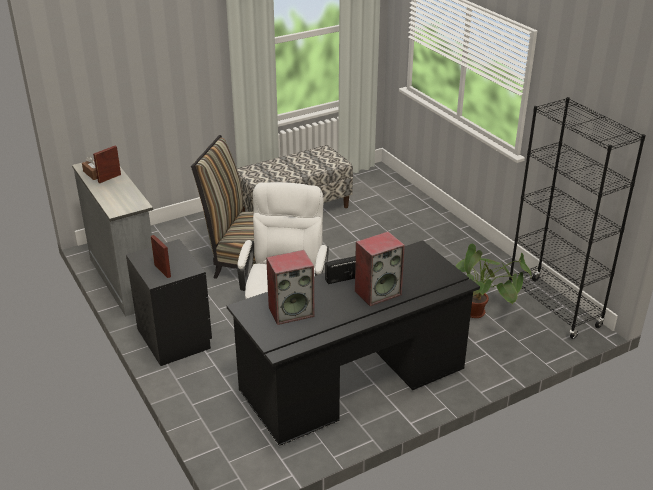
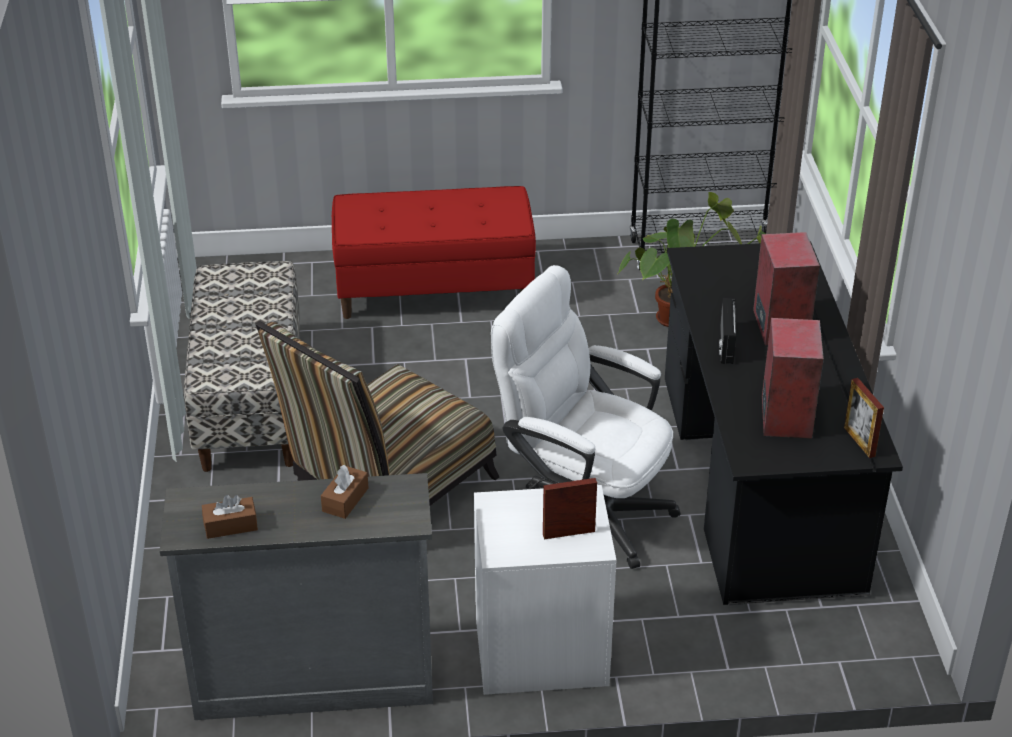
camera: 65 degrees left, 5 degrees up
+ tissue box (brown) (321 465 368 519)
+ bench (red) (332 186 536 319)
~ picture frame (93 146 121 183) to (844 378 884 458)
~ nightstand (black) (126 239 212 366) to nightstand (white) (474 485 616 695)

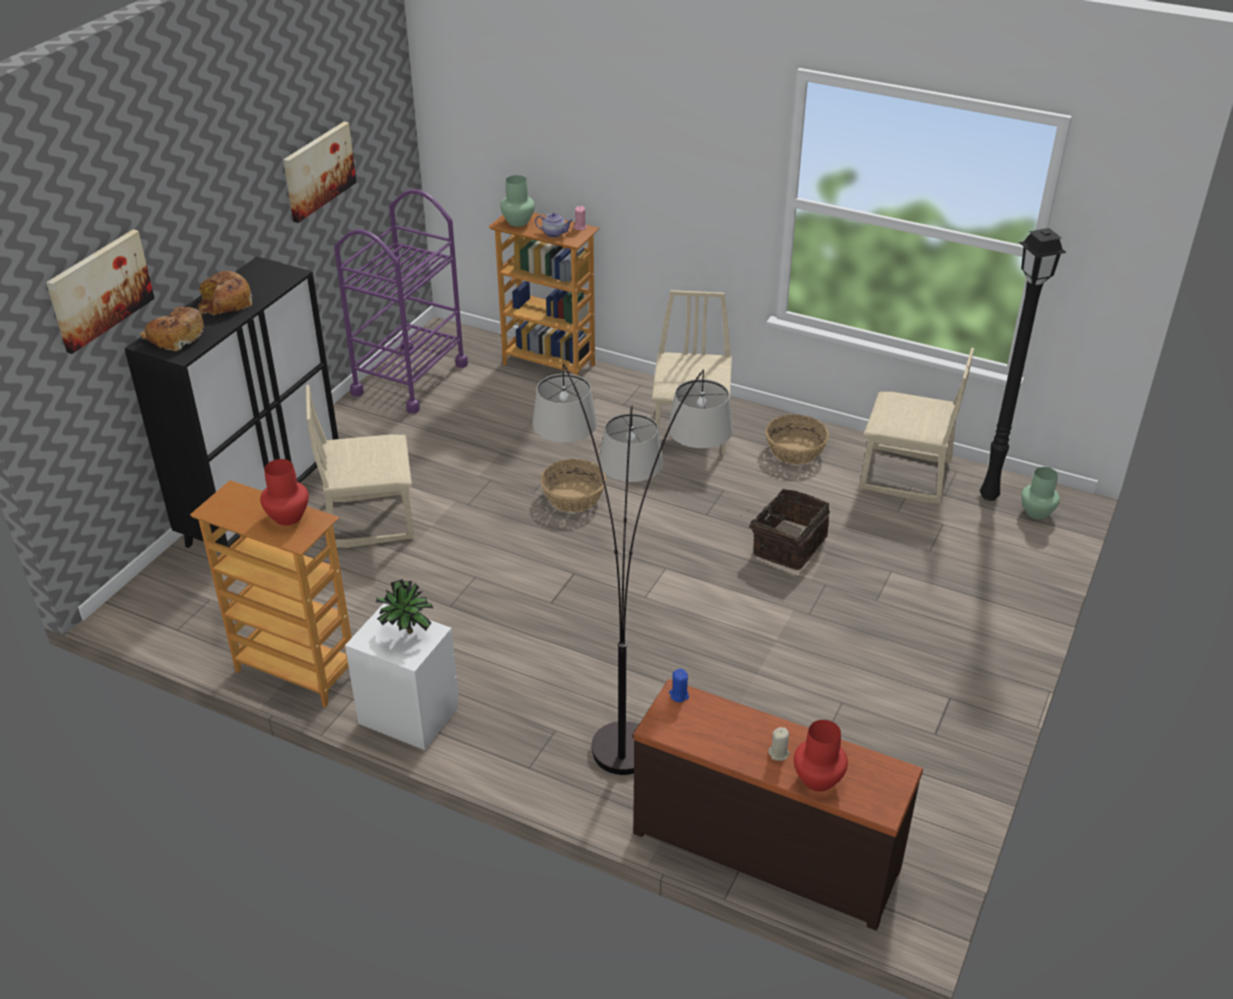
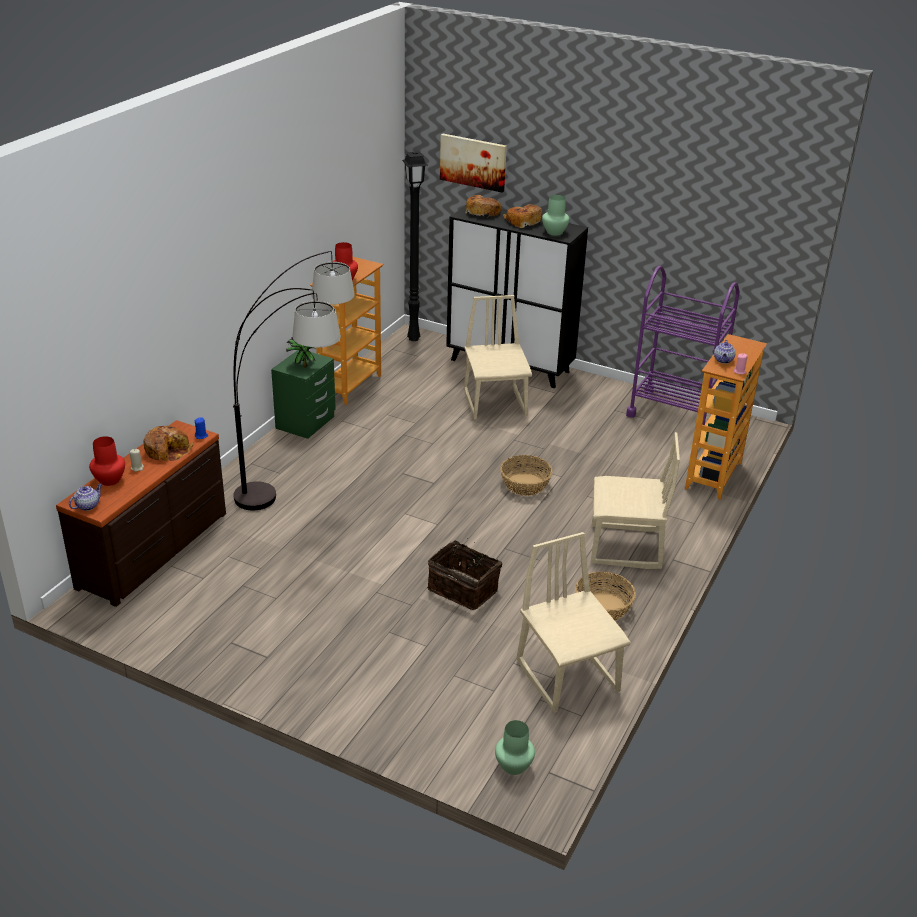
camera: 90 degrees right, 5 degrees down
- picture (283 122 357 223)
+ teapot (69 483 102 511)
+ bread (144 426 193 461)
~ vase (green) (500 175 535 227) to (542 195 570 235)
~ floor lamp (black) (980 228 1067 501) to (402 151 428 341)
~ nightstand (white) (345 603 459 750) to nightstand (green) (271 350 336 439)
~ chair (beige) (860 348 974 504) = (516 532 631 713) 135 degrees clockwise

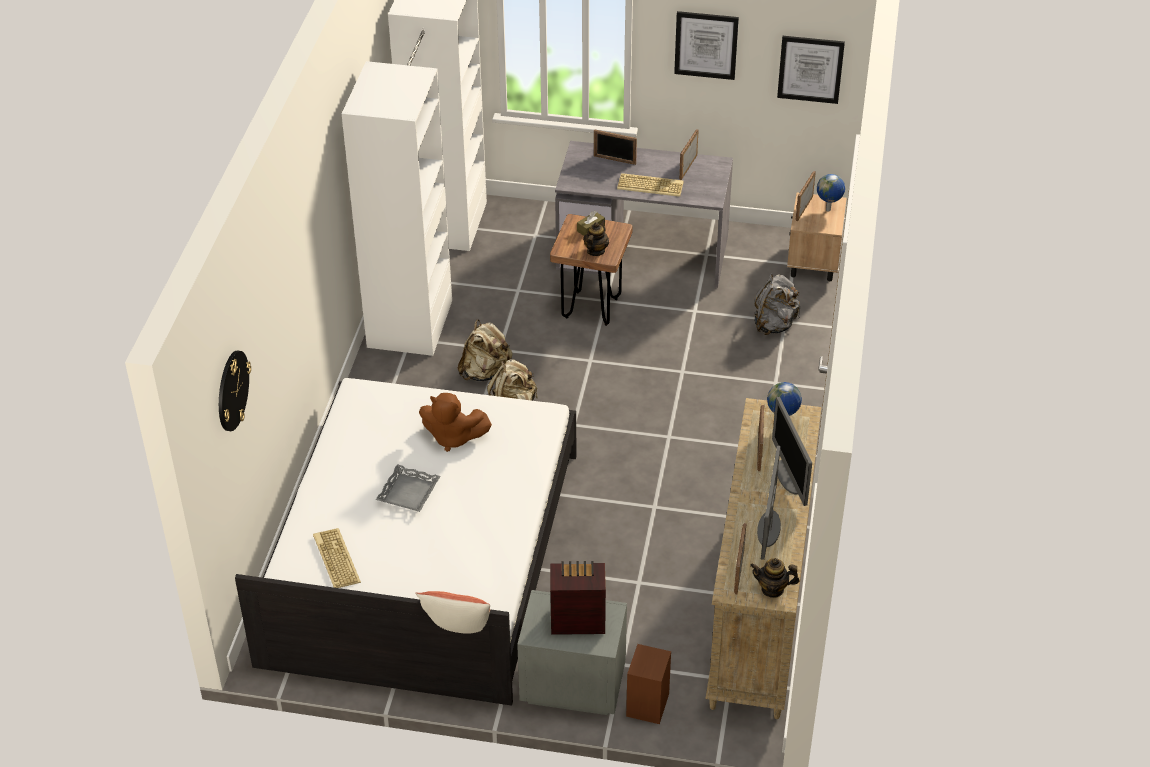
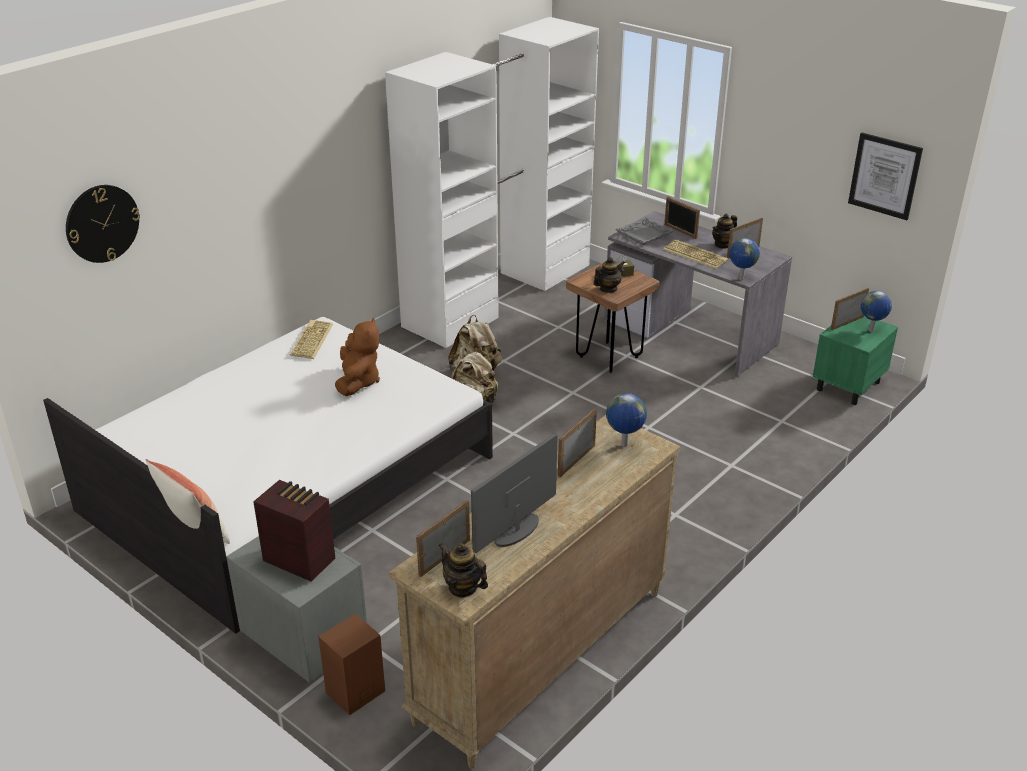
camera: 30 degrees right, 10 degrees down
- picture (674 11 739 80)
- backpack (grey) (754 274 800 335)
- monitor (772 397 812 506)
+ teapot (712 213 737 249)
+ globe (730 238 760 280)
~ keyboard (313 528 361 588) to (290 320 333 359)
~ tray (grey) (376 464 441 512) to (615 218 673 245)
~ nightstand (beige) (787 192 847 281) to nightstand (green) (813 316 898 405)
~ plush toy (brown) (419 393 492 452) = (335 317 380 396) 135 degrees counterclockwise

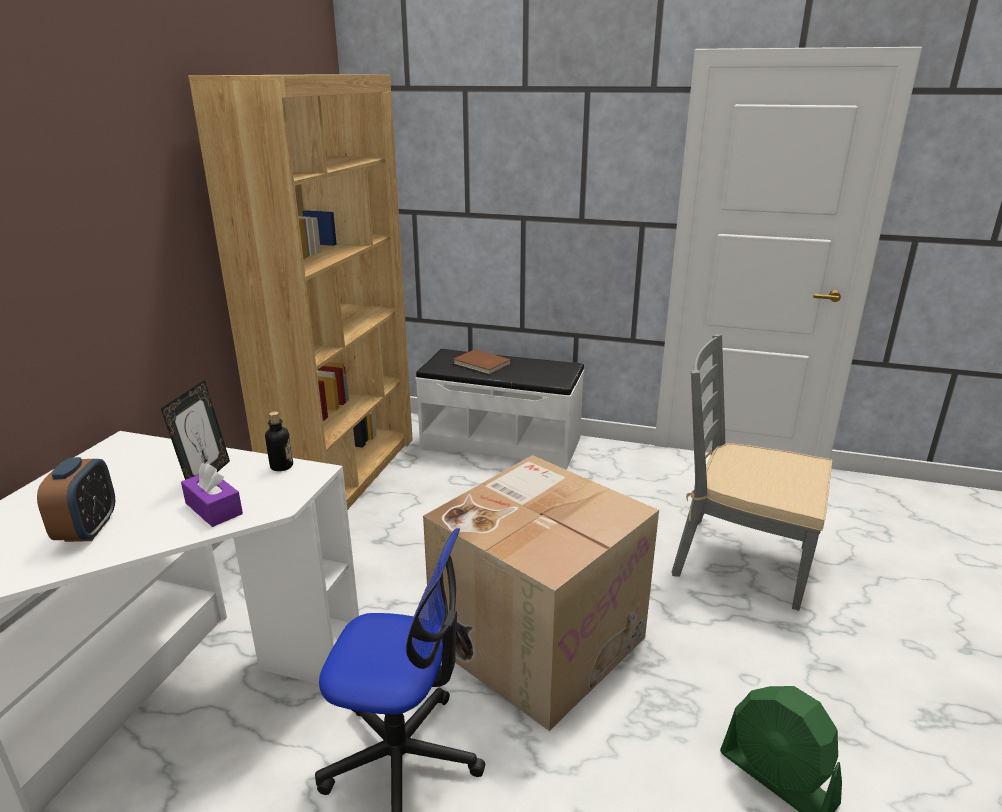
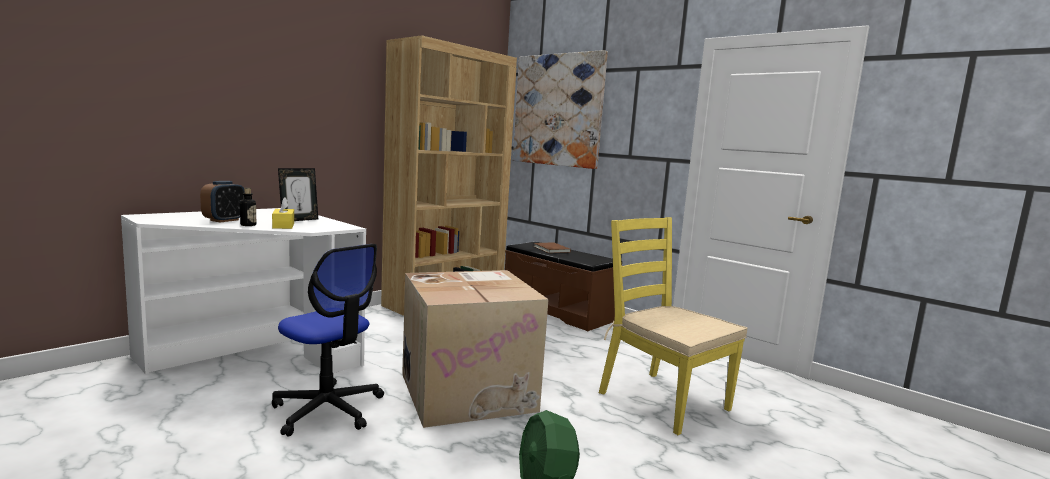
camera: 25 degrees right, 15 degrees down
+ picture (513 50 608 169)
~ bottle (265 411 293 471) to (240 188 256 226)
~ tissue box (purple) (181 463 243 527) to tissue box (yellow) (272 197 294 229)
~ bench (white) (415 349 584 469) to bench (brown) (505 242 622 331)
~ chair (grey) (672 334 832 611) to chair (yellow) (599 217 748 435)

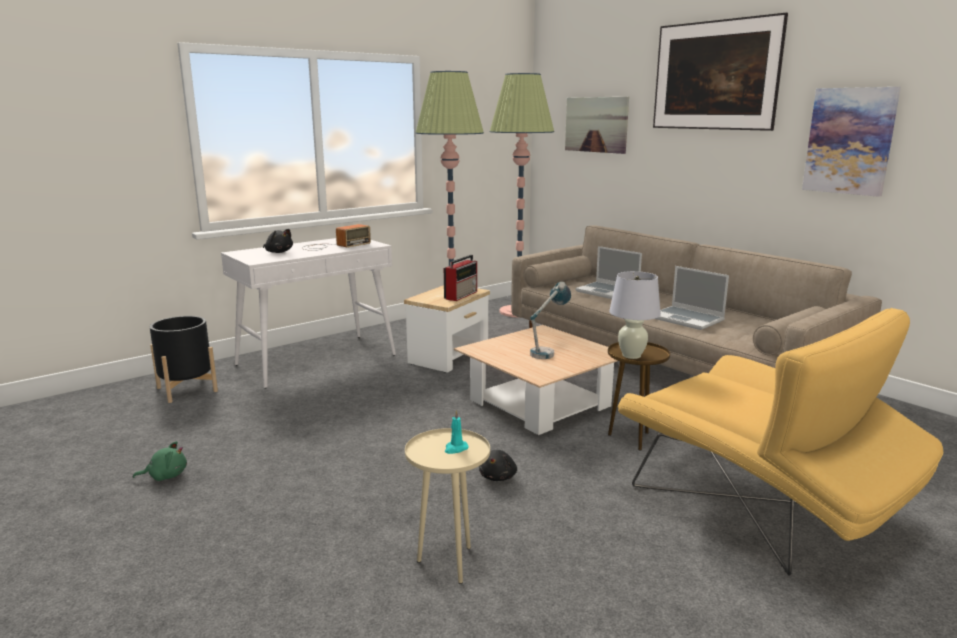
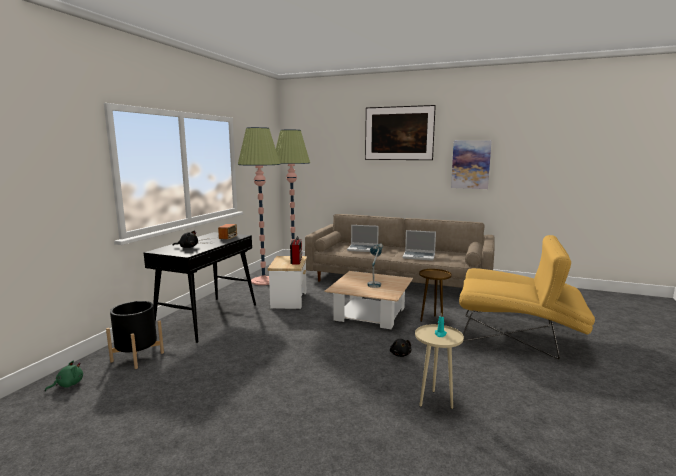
camera: 30 degrees left, 5 degrees down
- picture (565 97 629 154)
- table lamp (white) (609 271 661 359)
~ plush toy (green) (133 441 187 481) to (45 361 83 391)
~ console table (white) (221 238 396 388) to console table (black) (144 232 256 343)

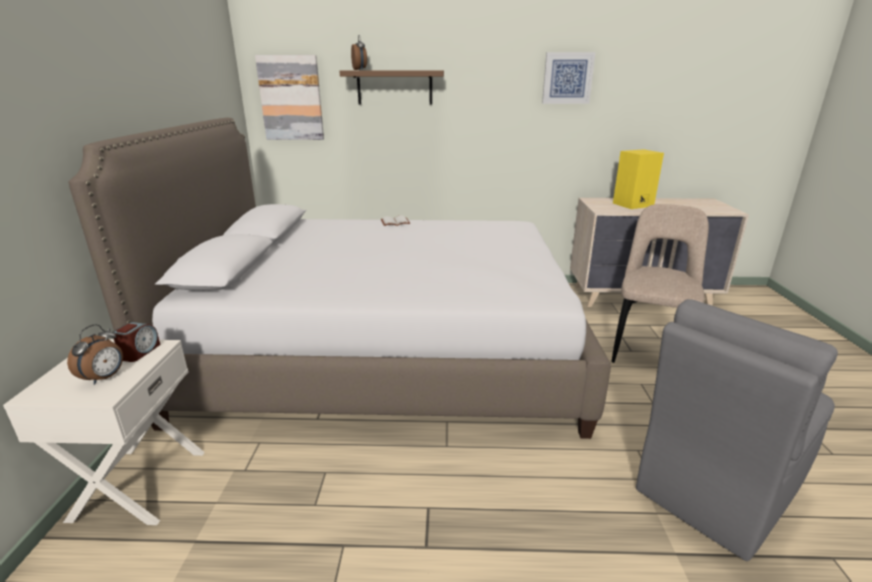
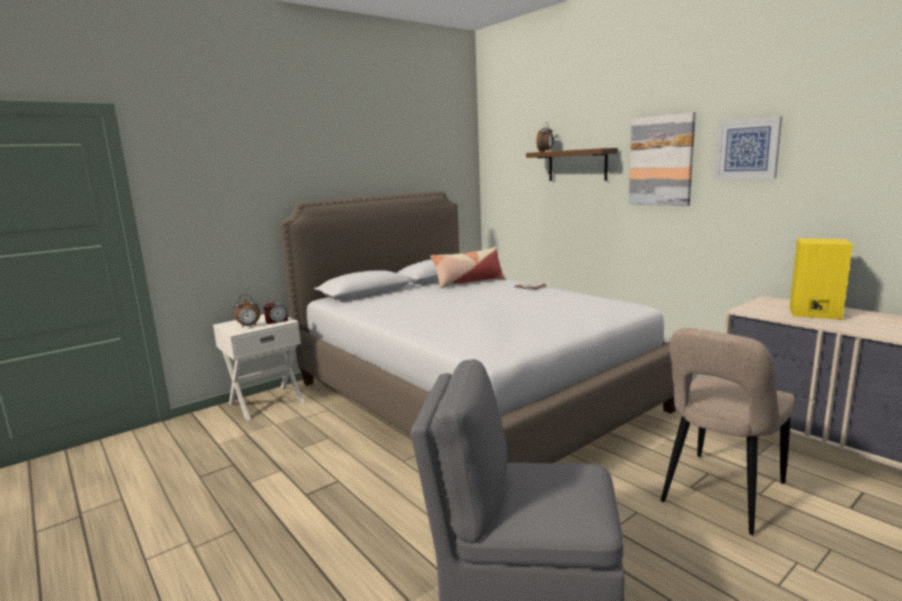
camera: 50 degrees right, 10 degrees down
+ pillow (430 247 505 288)
~ picture (255 55 324 140) to (629 112 696 206)
~ chair (beige) (611 204 709 363) = (661 328 795 535) 150 degrees clockwise

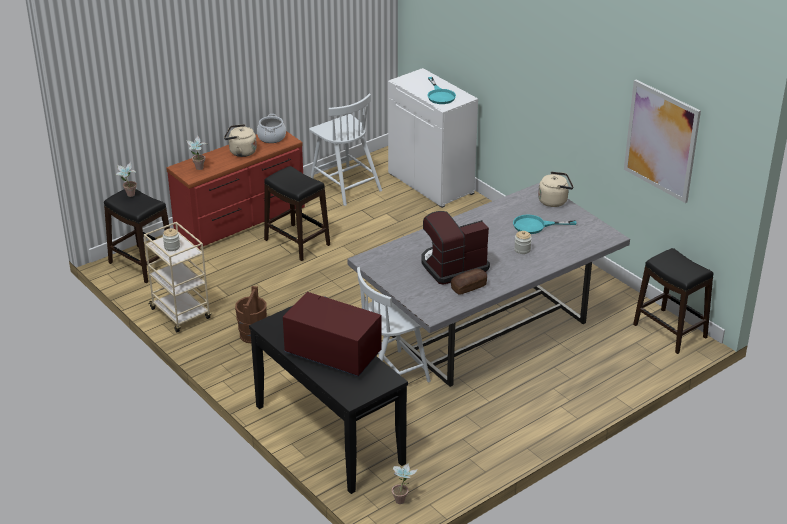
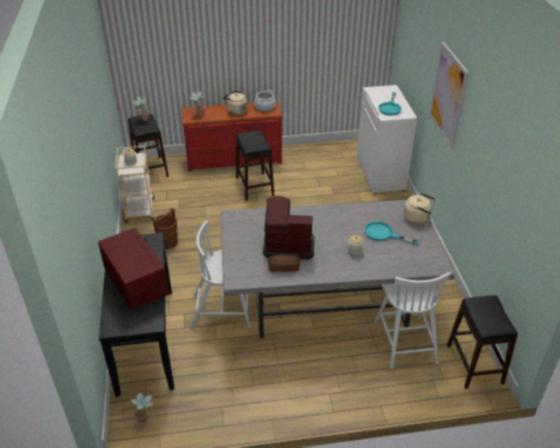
camera: 30 degrees right, 5 degrees up
~ chair (white) (309 94 382 206) to (374 272 451 369)
~ picture (624 80 701 203) to (429 42 469 149)

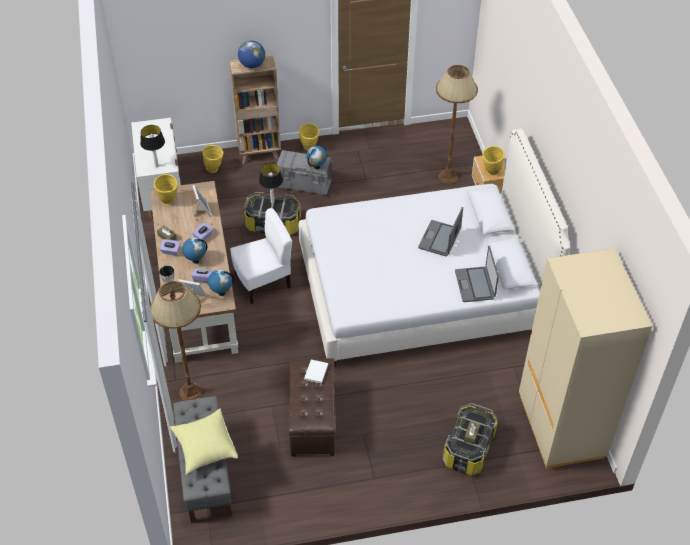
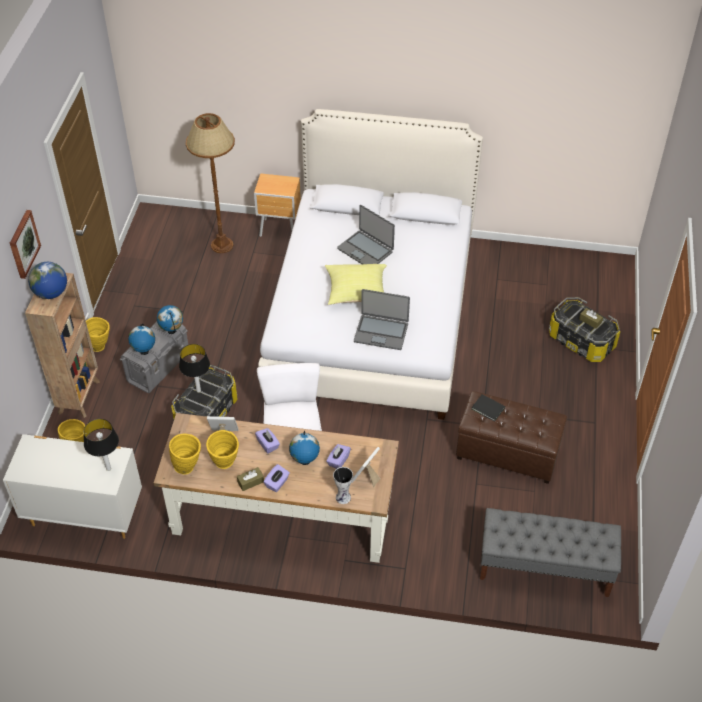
camera: 70 degrees left, 0 degrees up
- floor lamp (brown) (150 281 202 401)
- wardrobe (beige) (519 248 652 469)
+ picture (10 210 41 279)
~ pillow (yellow) (170 408 238 475) to (325 264 387 305)
~ globe (208 269 234 296) to (128 324 155 355)
~ laptop (455 246 499 302) to (354 289 410 350)
~ vase (yellow) (482 146 505 176) to (206 430 239 469)
~ book (white) (304 360 328 384) to book (black) (472 394 505 422)

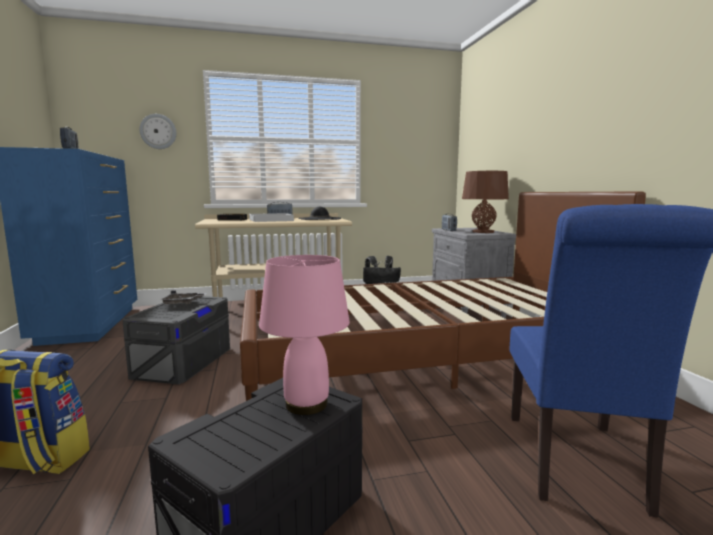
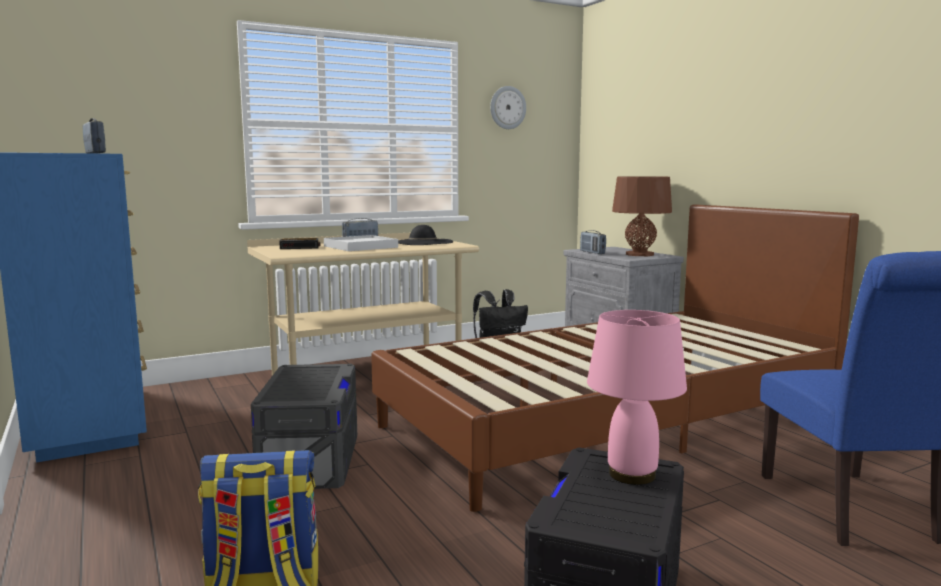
camera: 15 degrees left, 0 degrees up
- tray (grey) (160 290 207 304)
~ wall clock (139 114 176 149) to (490 86 526 129)

